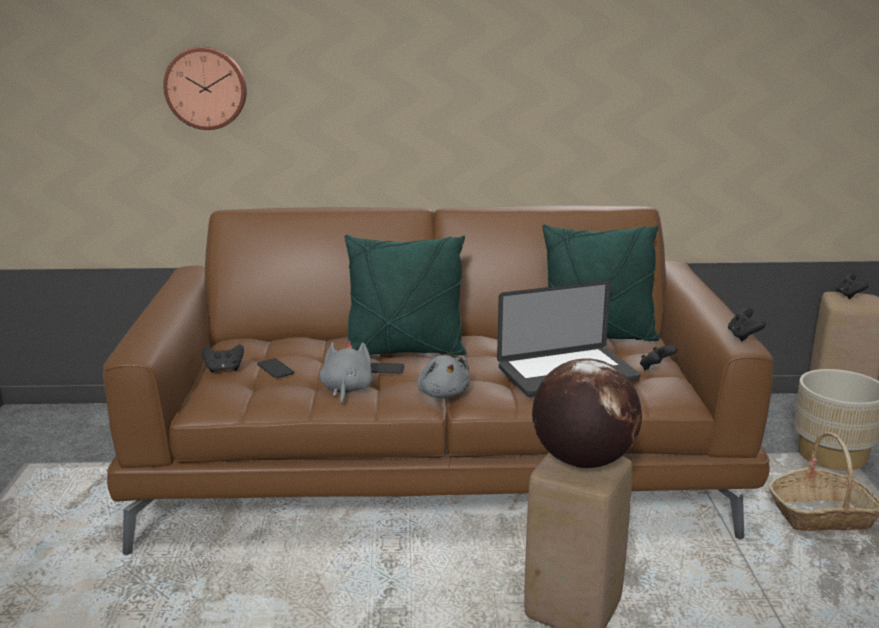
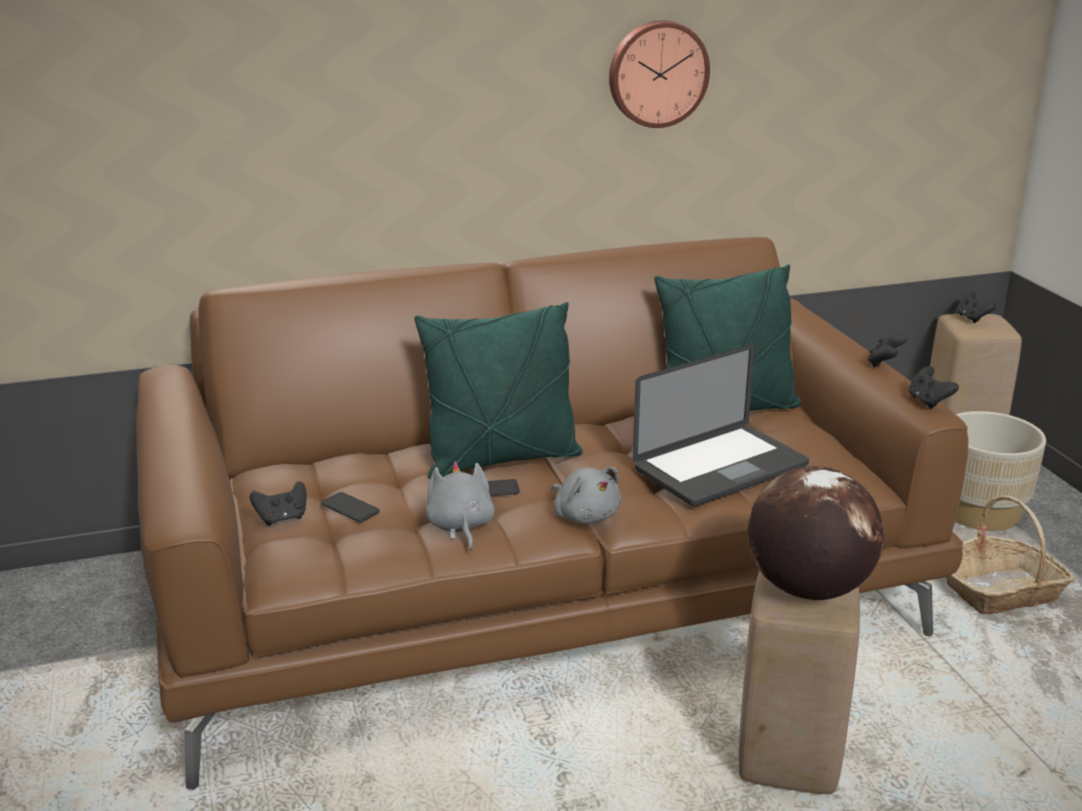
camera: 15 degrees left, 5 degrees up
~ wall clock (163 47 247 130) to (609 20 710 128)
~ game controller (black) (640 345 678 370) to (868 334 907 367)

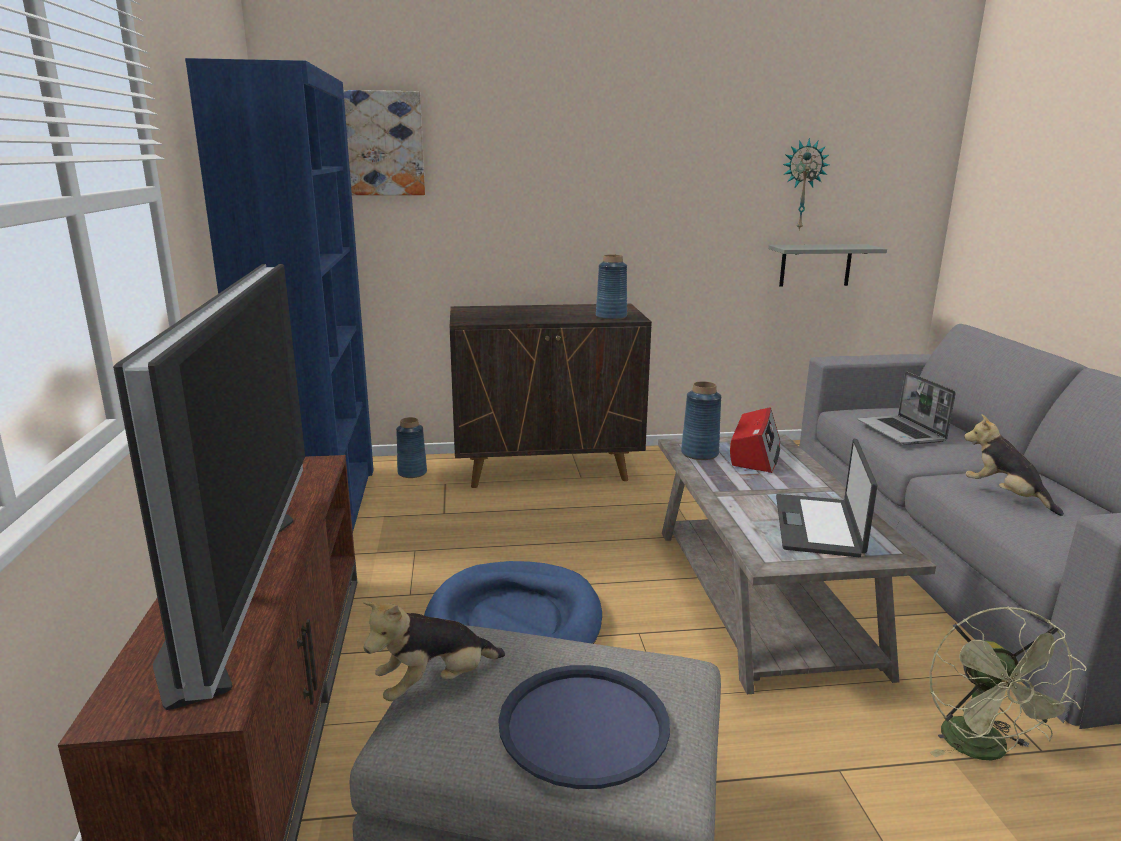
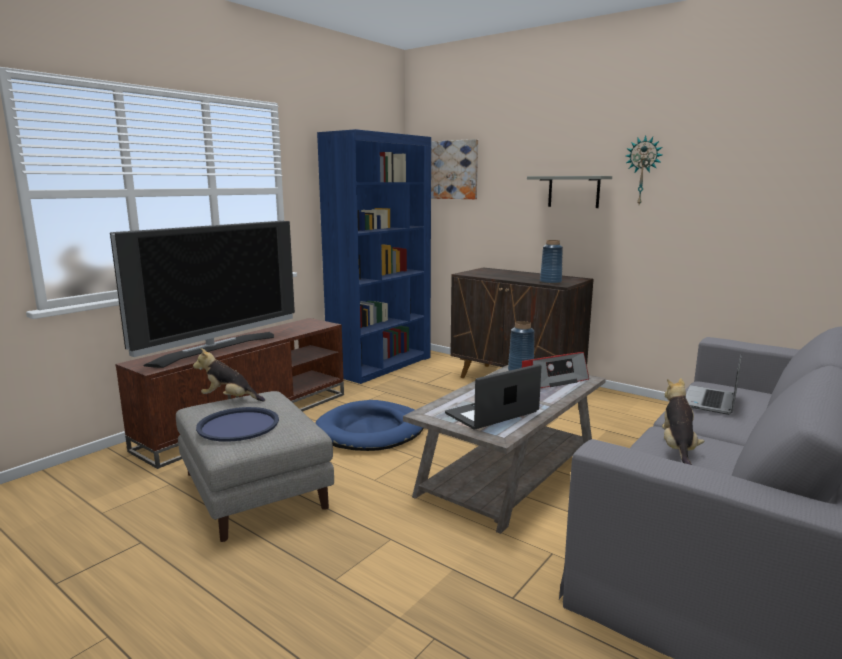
camera: 45 degrees right, 5 degrees down
- vase (blue) (396 417 427 478)
- fan (green) (929 606 1087 761)
~ shelf (grey) (768 244 887 287) to (527 176 612 208)
~ wall clock (783 138 829 231) to (626 135 663 205)

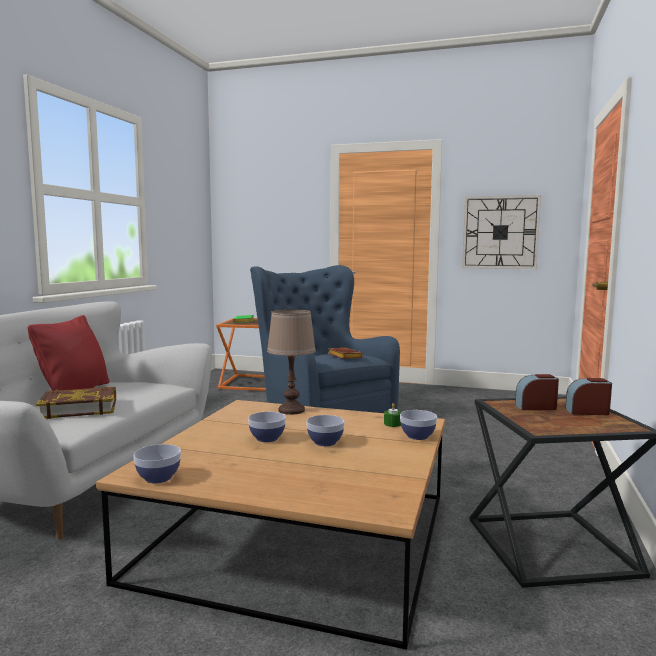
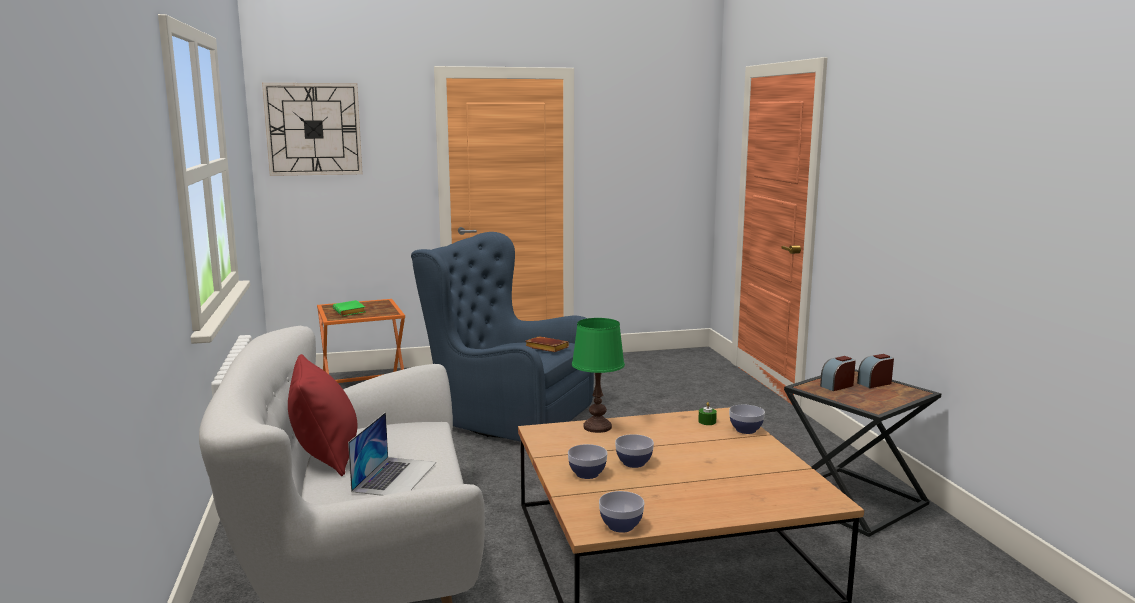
camera: 30 degrees left, 5 degrees up
~ bowl (306 415 345 446) to (568 444 607 479)
~ wall clock (462 195 541 269) to (262 83 363 176)
~ book (36 387 116 419) to laptop (348 412 436 496)
~ table lamp (brown) (267 309 316 415) to table lamp (green) (572 318 625 433)

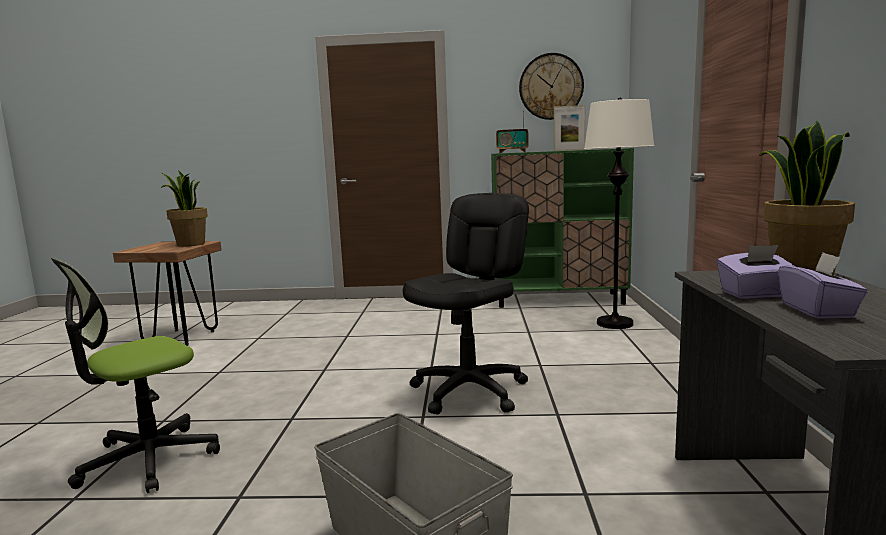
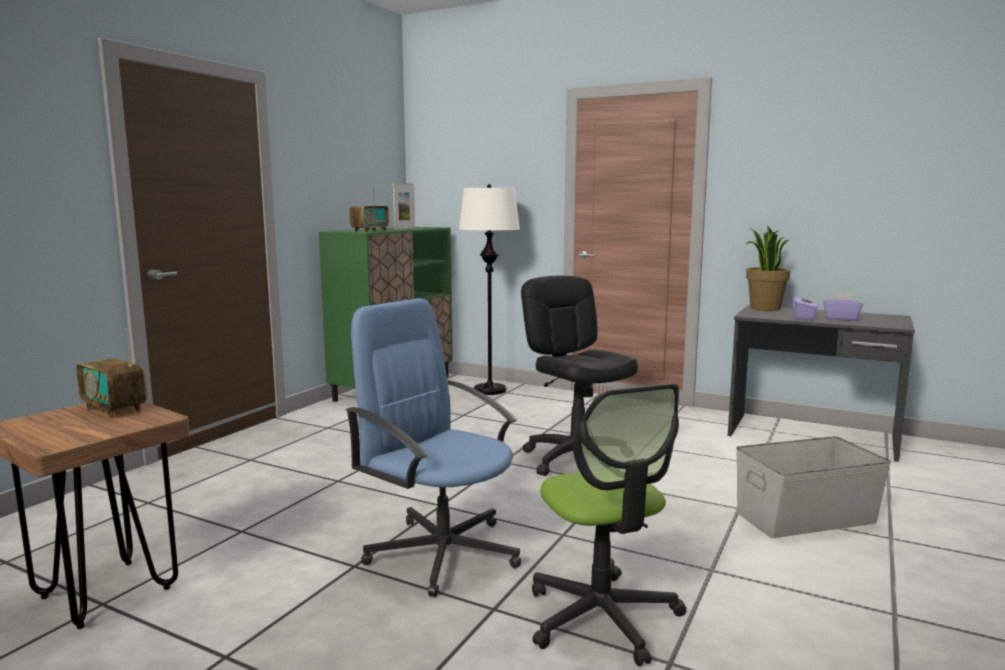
camera: 65 degrees left, 0 degrees up
- wall clock (519 53 584 120)
+ office chair (blue) (345 298 521 597)
~ potted plant (161 170 208 247) to radio (76 328 147 418)

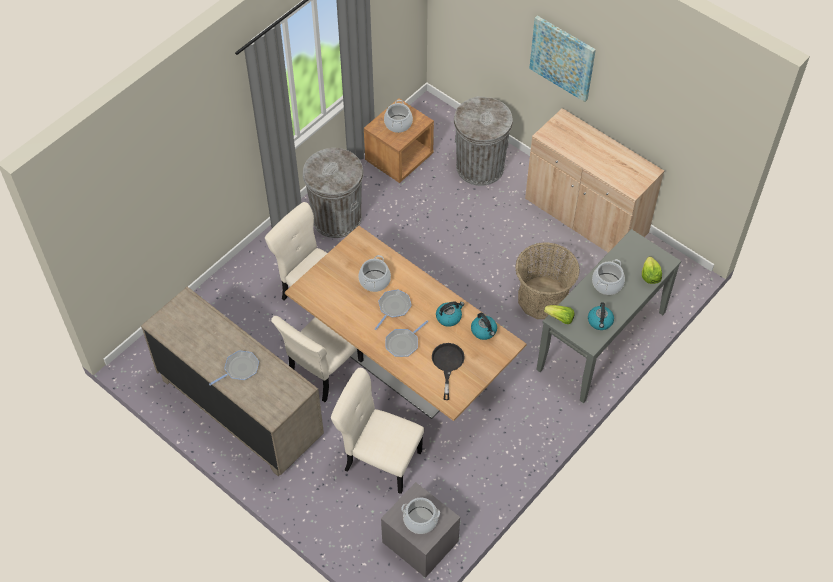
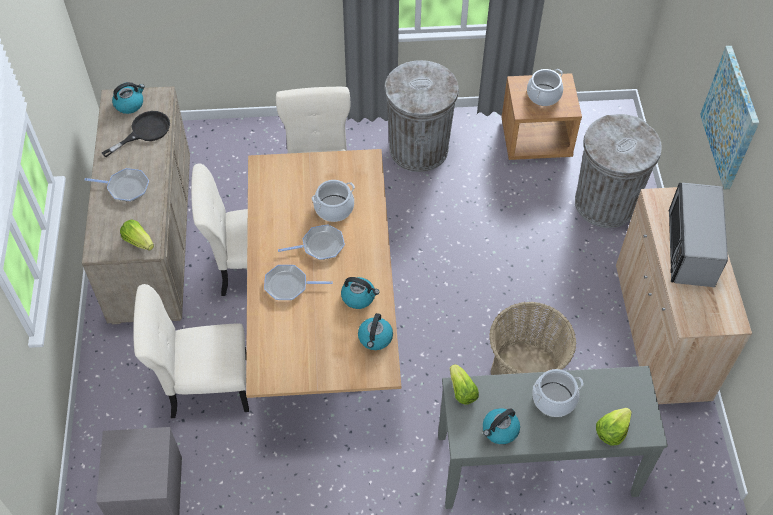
camera: 45 degrees right, 0 degrees up
- cooking pot (402 497 440 534)
+ kettle (112 82 145 114)
+ lettuce (120 219 154 250)
+ microwave (668 183 728 287)
~ frying pan (black) (432 343 465 400) to (102 111 170 157)
~ chair (beige) (331 368 424 494) = (133 284 249 418) 75 degrees counterclockwise

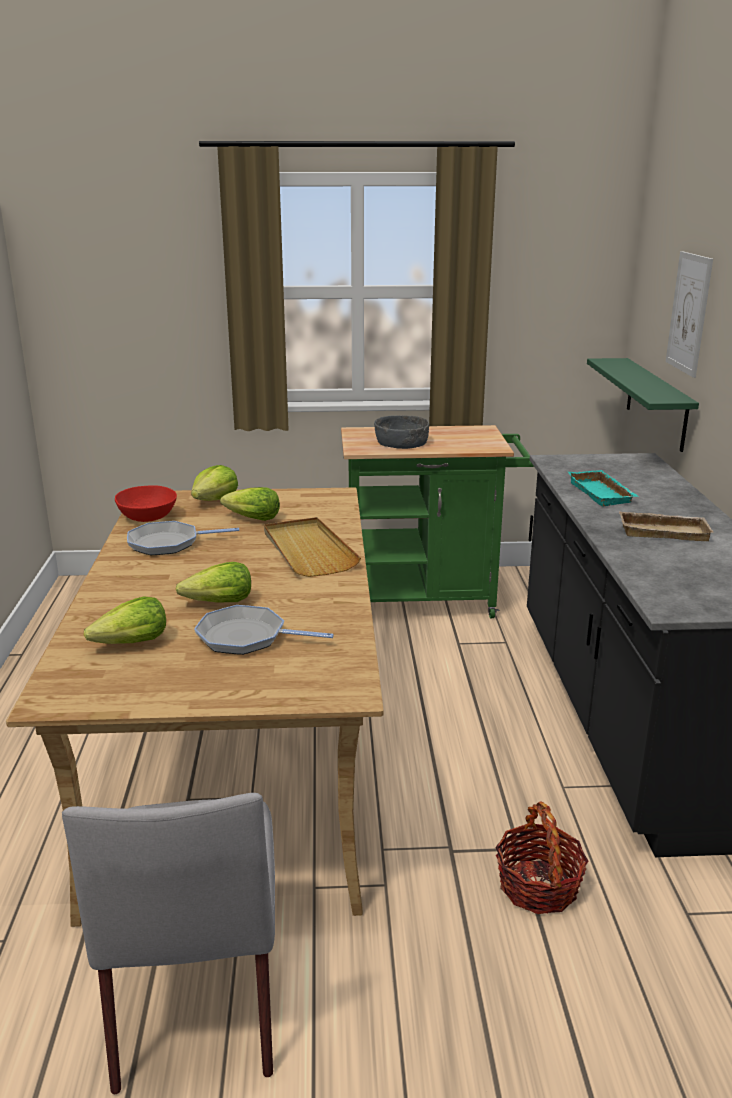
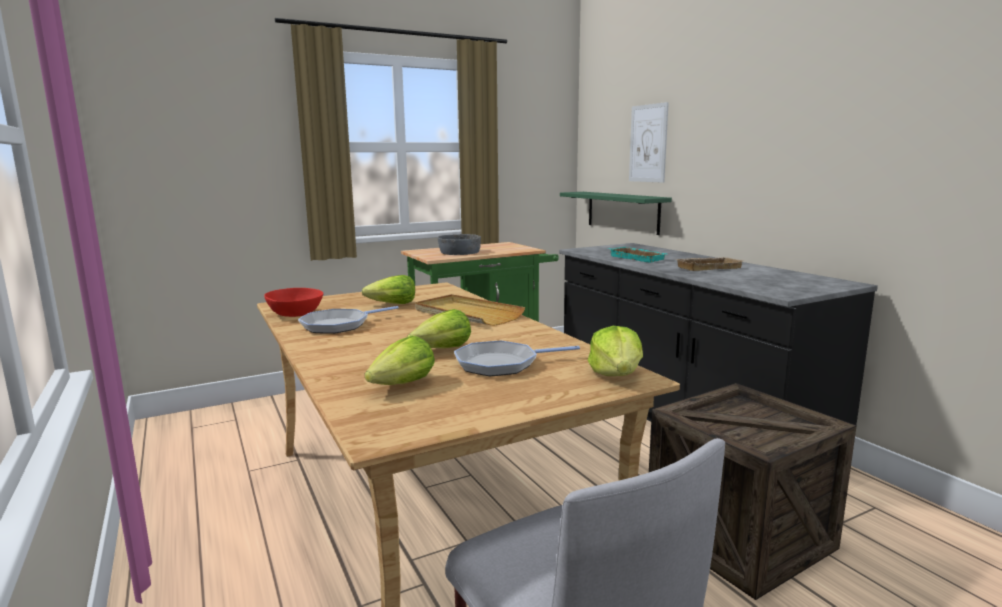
camera: 25 degrees left, 10 degrees down
~ lettuce (191 465 238 501) to (588 326 643 376)
~ basket (495 802 589 914) to crate (649 383 856 600)

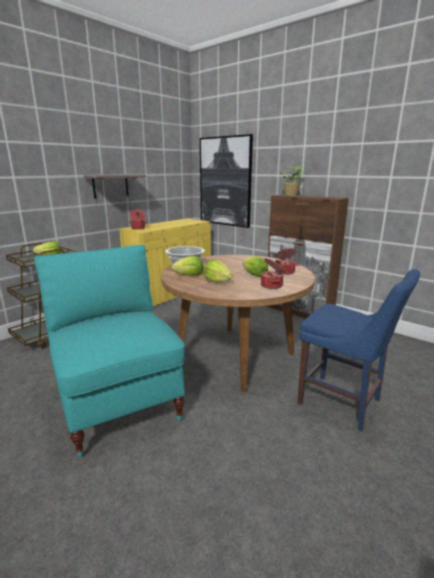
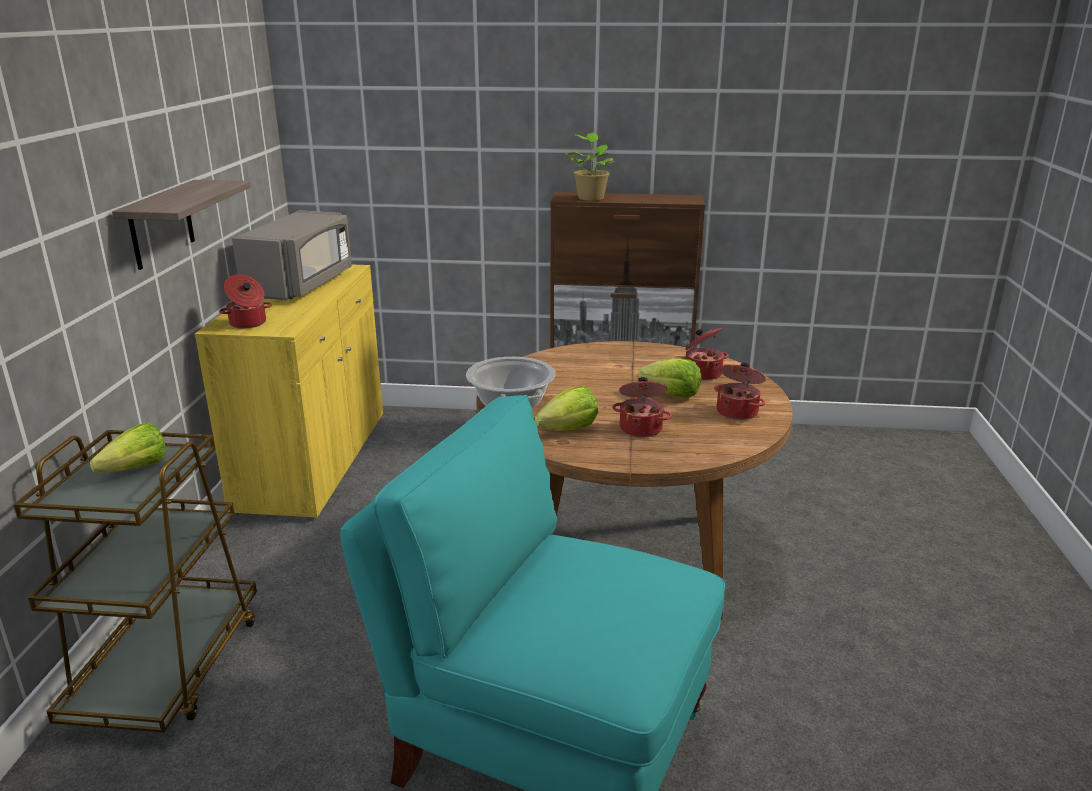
camera: 35 degrees left, 5 degrees up
- picture (200 134 253 228)
- chair (blue) (297 269 420 431)
+ microwave (grey) (232 210 352 300)
~ lettuce (204 260 232 282) to cooking pot (612 377 672 437)

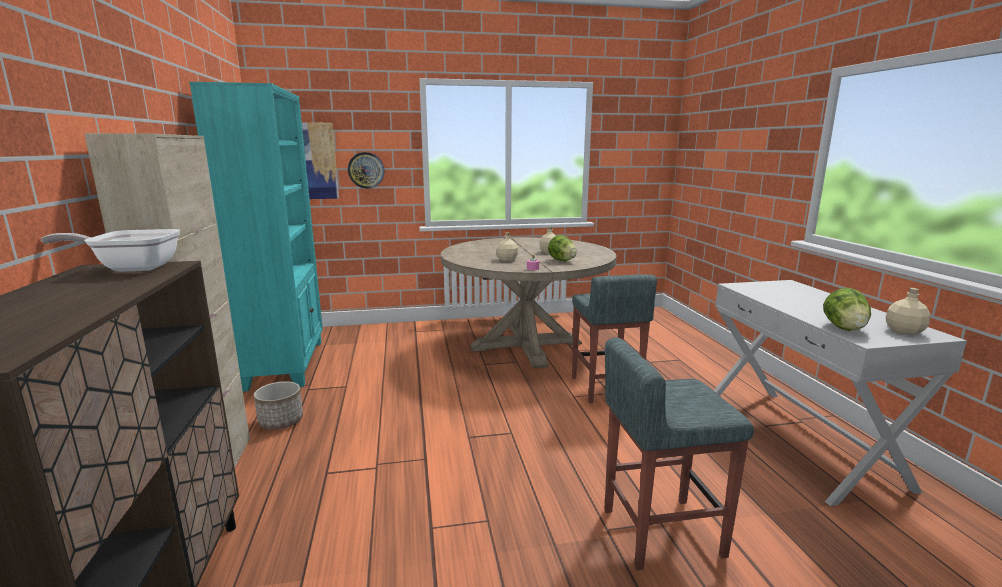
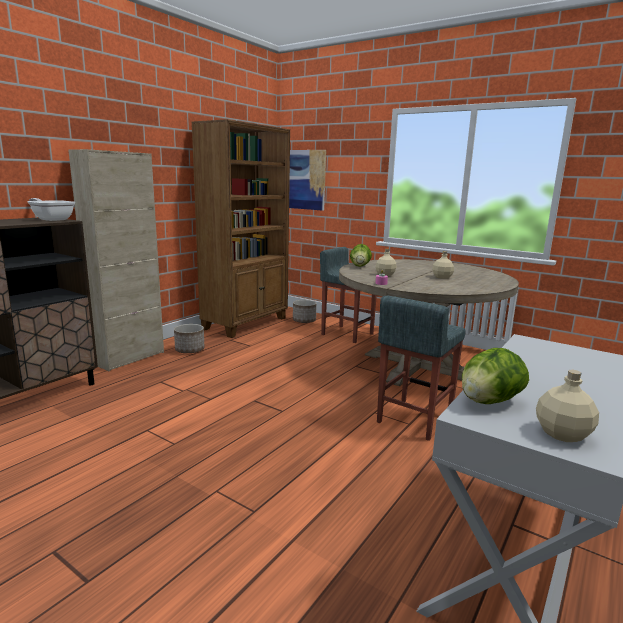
camera: 45 degrees right, 0 degrees up
- wall clock (348 152 384 189)
+ planter (293 300 317 323)
~ lettuce (548 235 577 261) to (350 244 372 267)
~ stool (grey) (604 337 754 570) to (320 247 377 343)
~ bookcase (turquoise) (189 82 323 392) to bookcase (brown) (191 119 290 338)

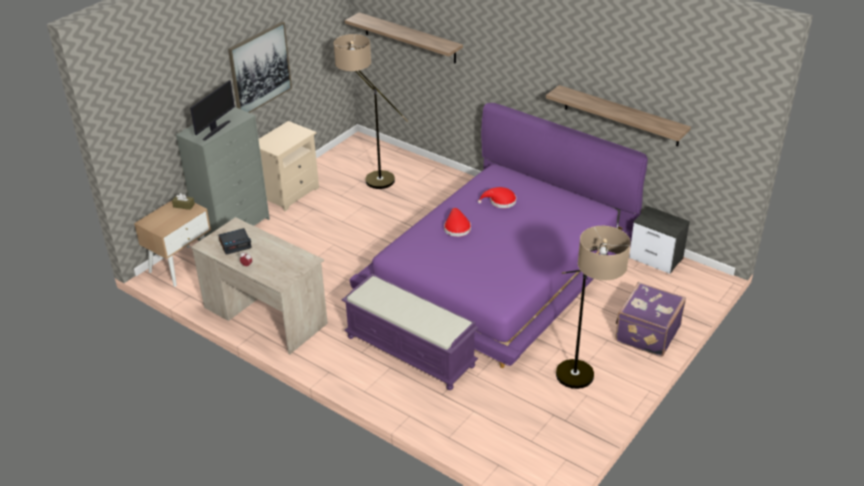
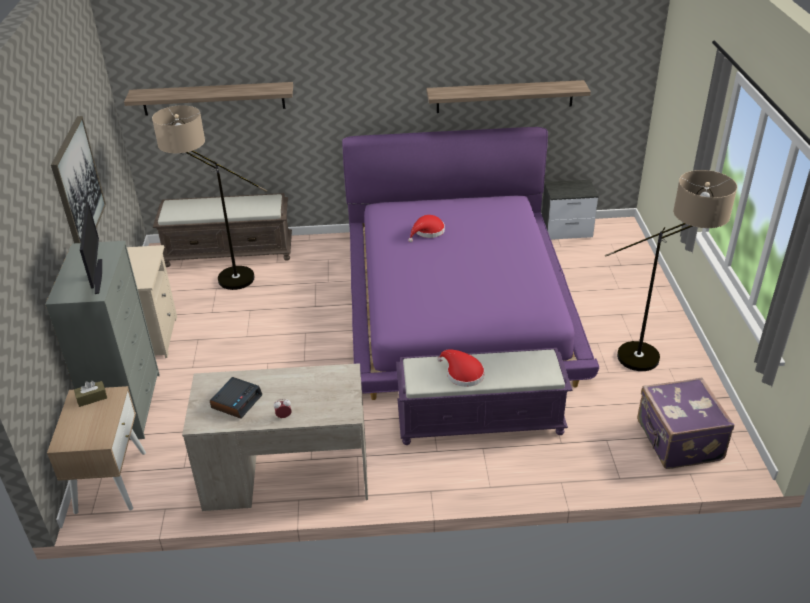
camera: 40 degrees left, 0 degrees up
+ bench (brown) (153 193 292 267)
~ hat (red) (444 208 471 237) to (437 349 484 387)
~ suitcase (purple) (615 282 686 357) to (637 378 734 469)

